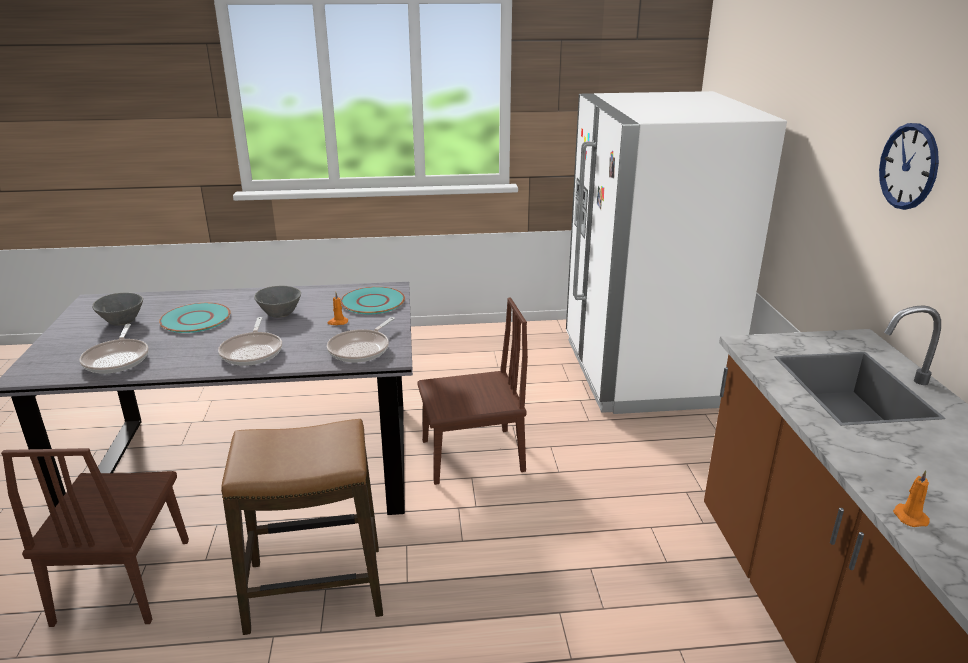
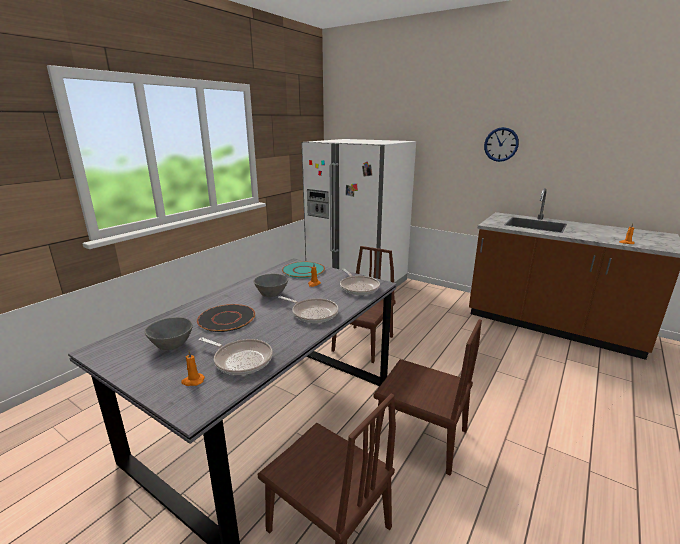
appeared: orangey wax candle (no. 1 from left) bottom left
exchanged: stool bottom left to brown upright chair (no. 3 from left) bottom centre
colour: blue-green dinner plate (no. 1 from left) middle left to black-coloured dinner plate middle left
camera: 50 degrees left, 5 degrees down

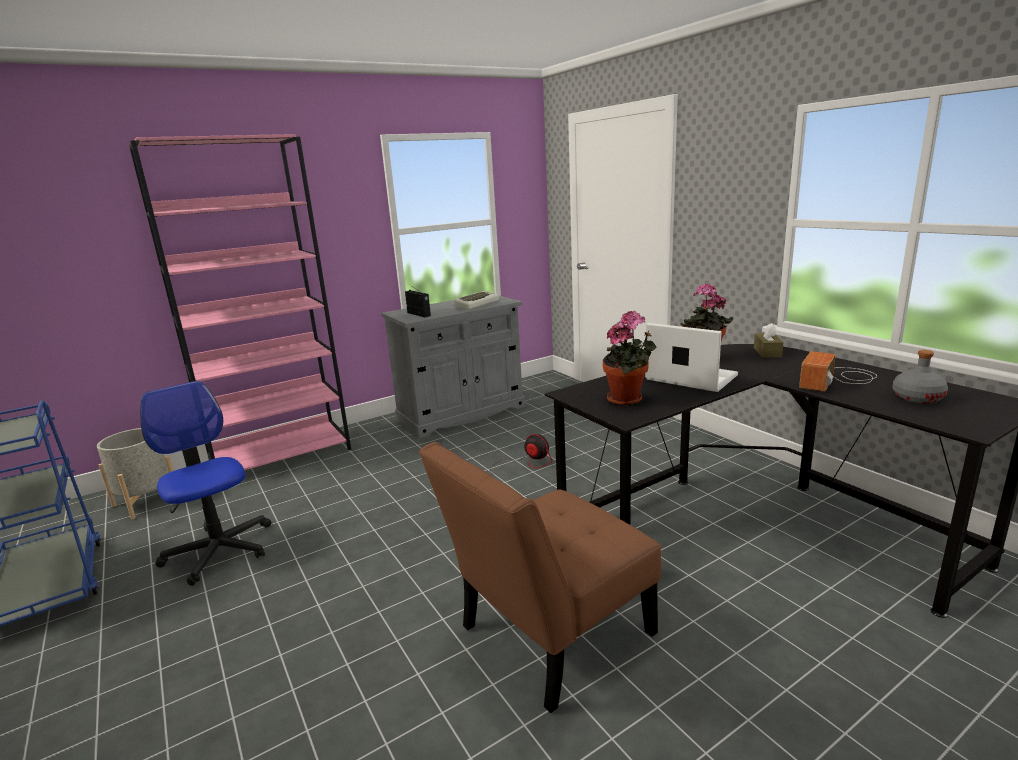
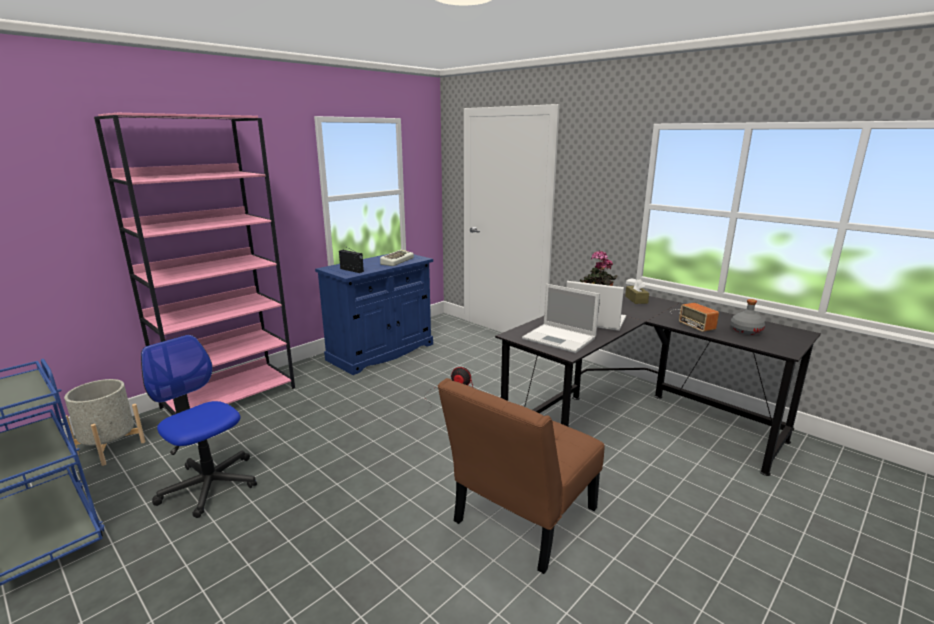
exchanged: plant in a pot (no. 1 from left) centre to notebook computer (no. 1 from left) centre
colour: grey cupboard centre to bluish cupboard centre
spun: radio receiver (no. 2 from left) middle right = middle right 45 degrees counterclockwise
camera: 15 degrees left, 0 degrees up

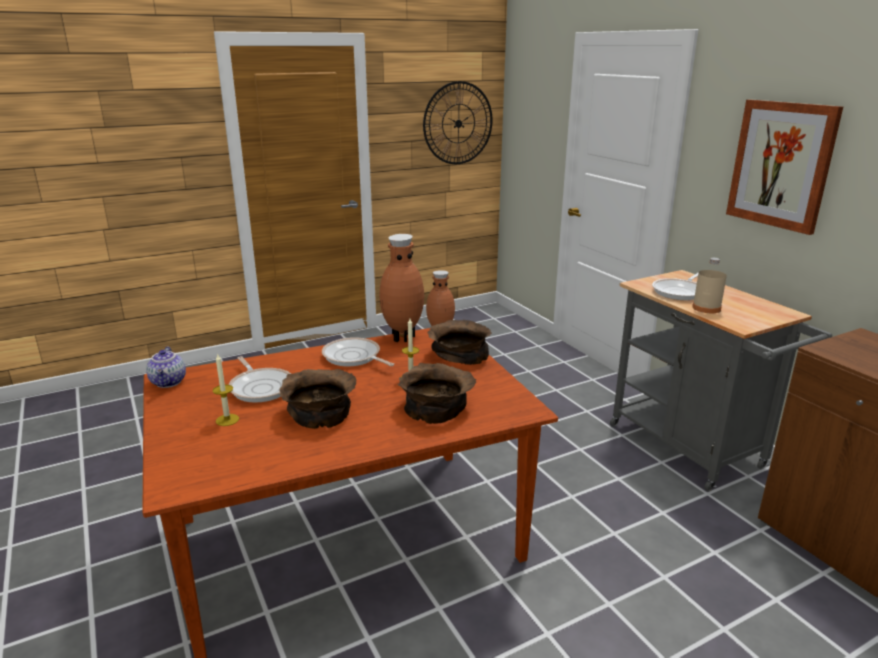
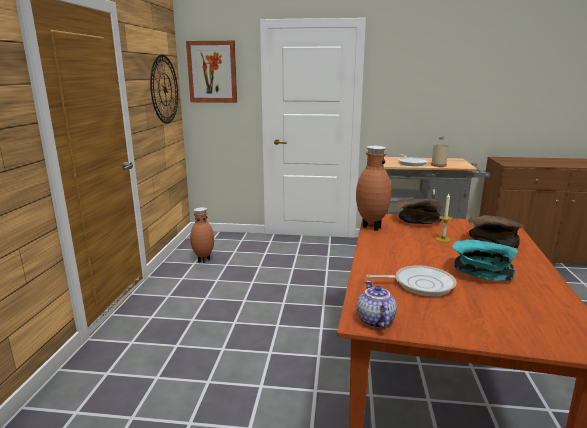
missing: frying pan (no. 2 from left) centre; wax candle (no. 1 from left) middle left
relocated: wall art top right to top centre
colour: brown serving bowl (no. 1 from left) centre to blue-green serving bowl middle right
spun: pot for tea middle left = bottom centre 120 degrees counterclockwise
camera: 55 degrees left, 5 degrees down

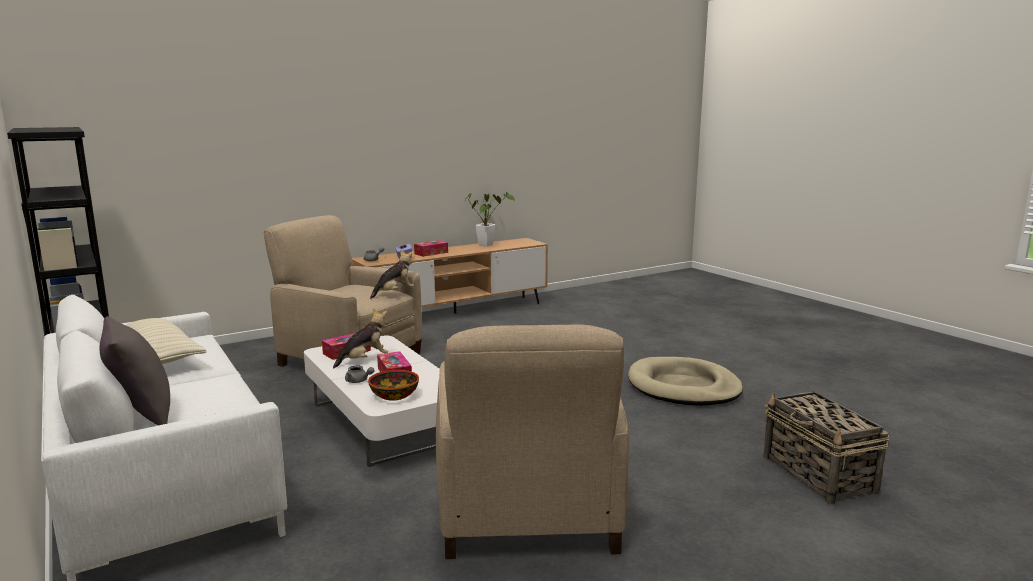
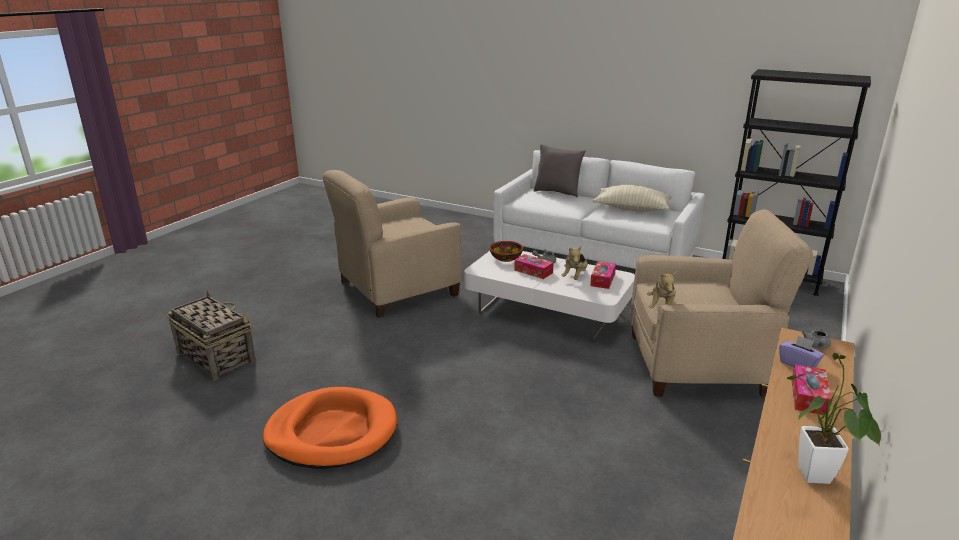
colour: beige-coloured dog cushion centre to orangey dog cushion bottom centre
spun: beige-coloured lounge chair (no. 2 from left in the first image) bottom centre = centre 90 degrees counterclockwise
camera: 150 degrees right, 10 degrees up

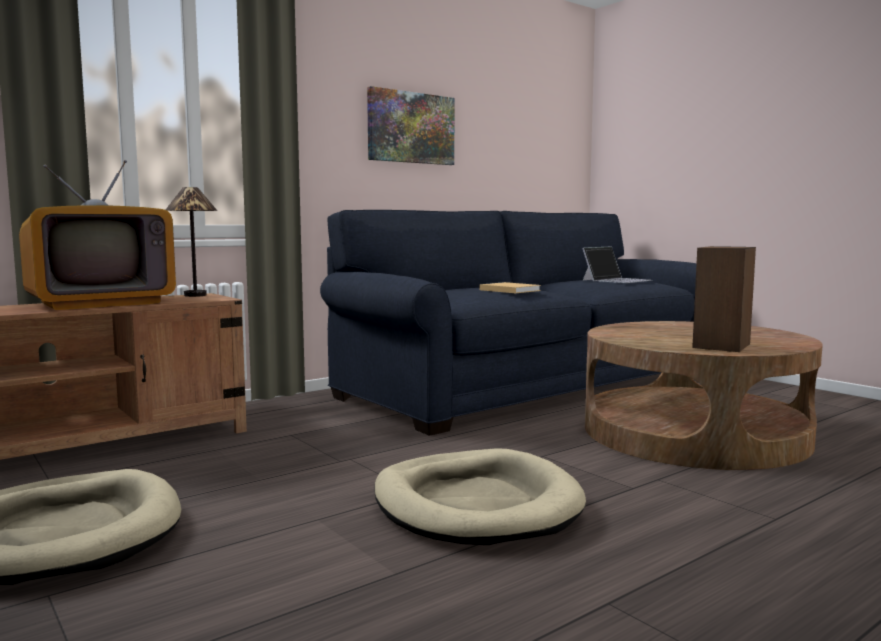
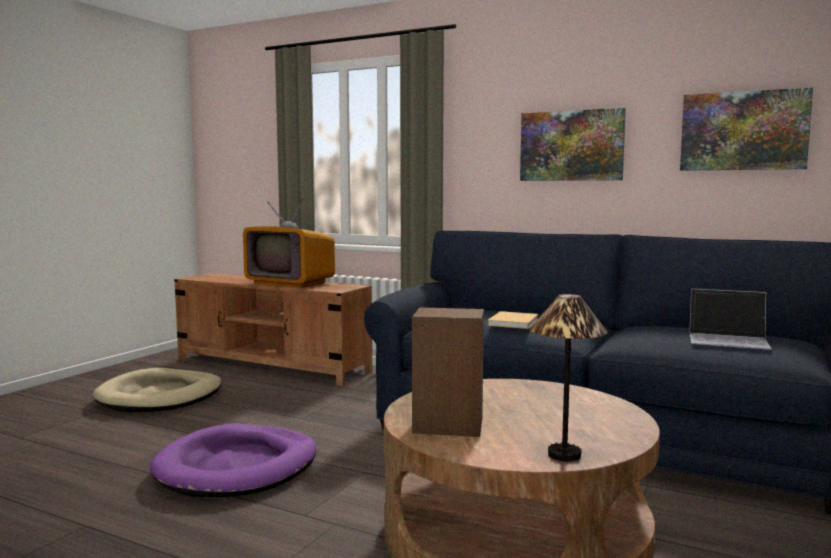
appeared: wall art (no. 2 from left) top right
relocated: lamp for a table middle left to bottom right
colour: beige-coloured dog cushion (no. 2 from left) bottom centre to purplish dog cushion bottom left
camera: 65 degrees right, 0 degrees up

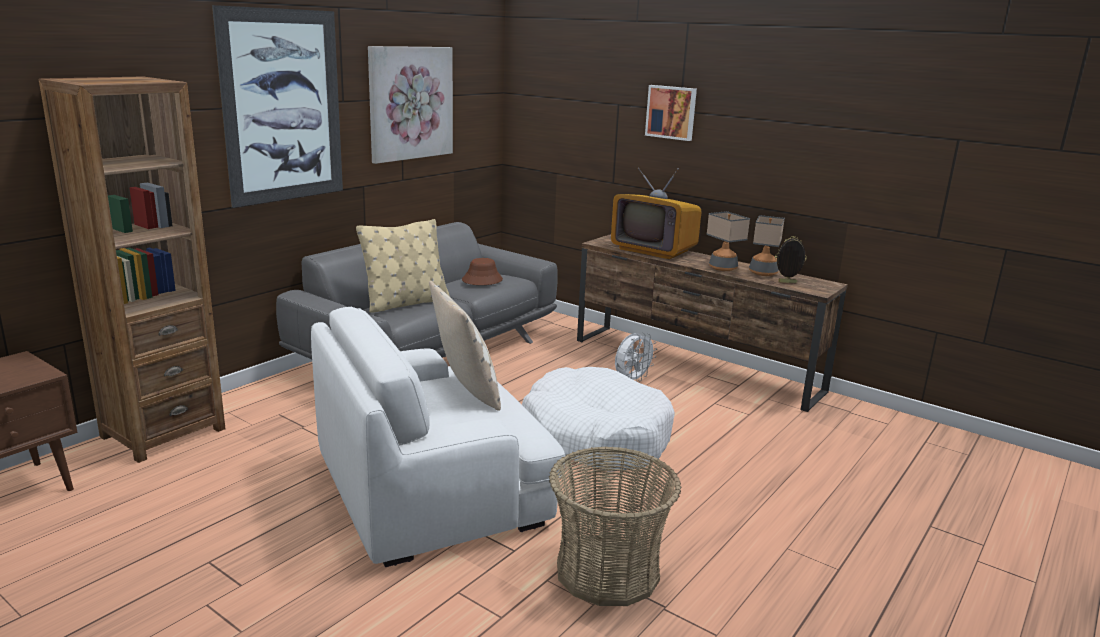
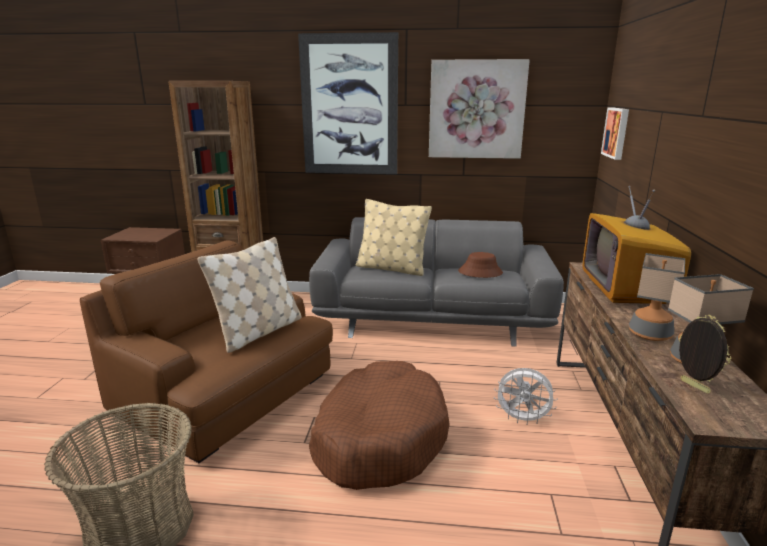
relocated: wall art (no. 3 from left) top centre to top right
colour: white lounge chair bottom centre to brown lounge chair middle left; white dog cushion centre to brown dog cushion bottom centre
camera: 60 degrees right, 0 degrees up

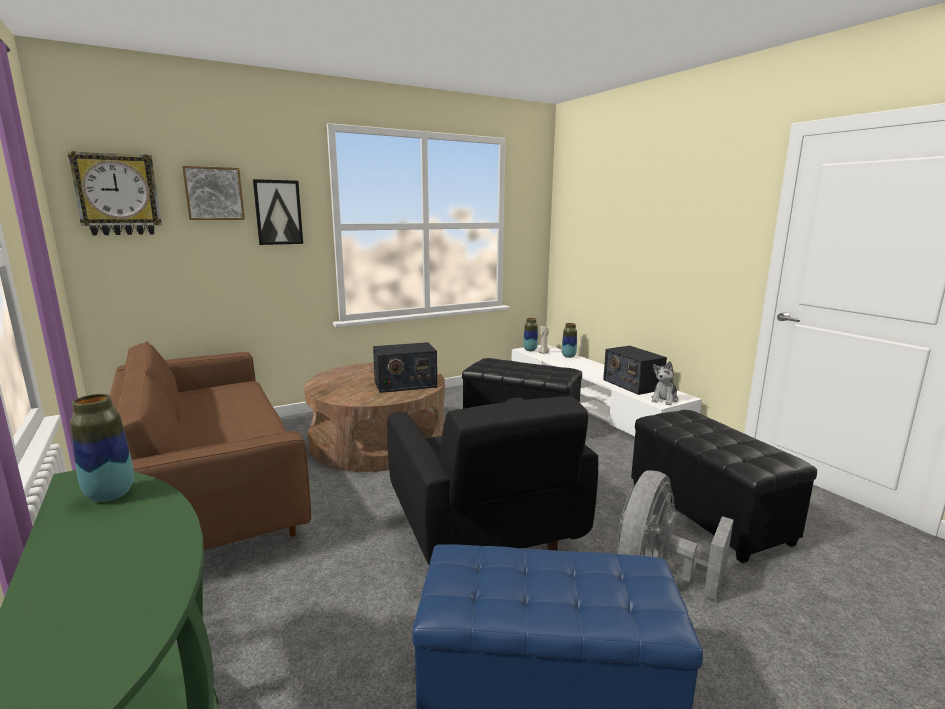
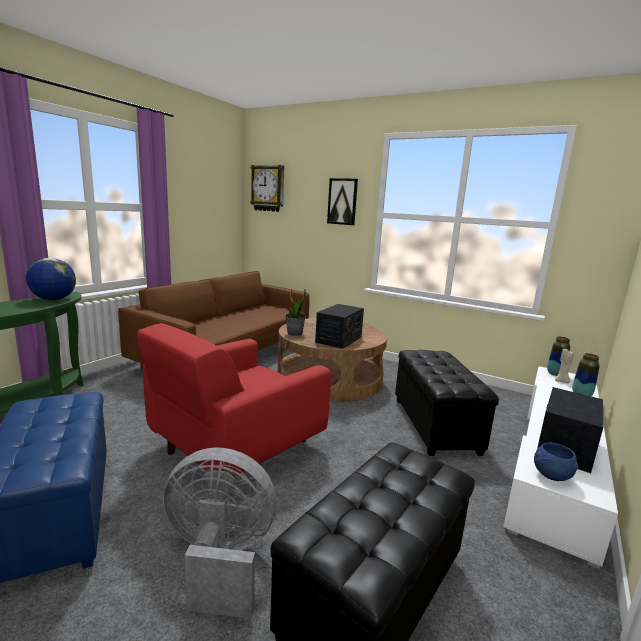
missing: wall art (no. 1 from left) top left
appeared: plant in a pot centre
exchanged: soft toy middle right to bluish serving bowl bottom right; decorative vase (no. 1 from left) middle left to globe middle left
colour: black-coloured lounge chair bottom centre to red lounge chair centre
spun: radio receiver (no. 1 from left) centre = centre 105 degrees counterclockwise
camera: 60 degrees right, 0 degrees up

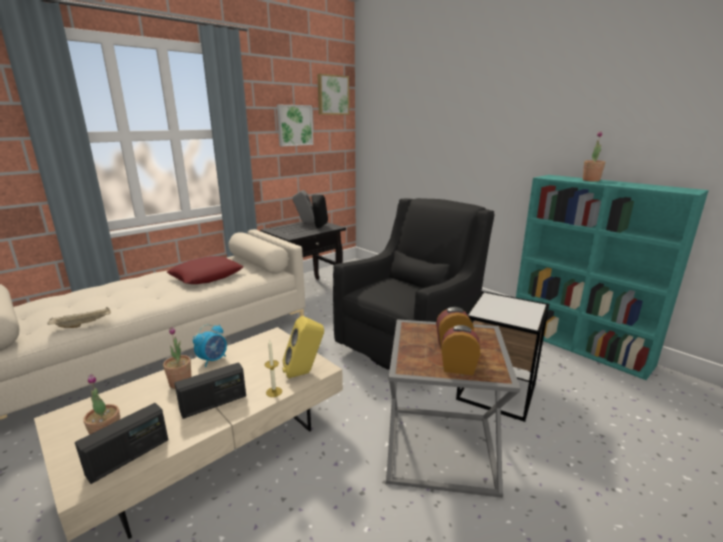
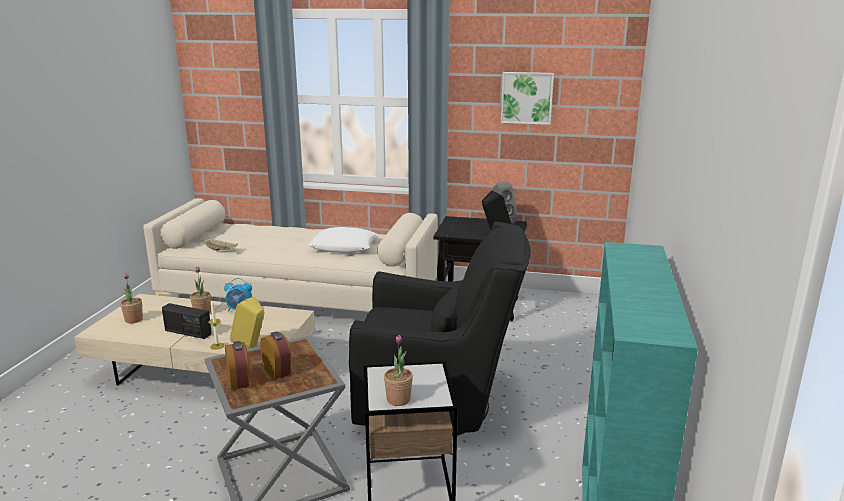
missing: wall art (no. 2 from left) top centre; radio receiver (no. 1 from left) bottom left
relocated: plant in a pot (no. 3 from left) top right to bottom centre
colour: red pillow middle left to white pillow centre
camera: 55 degrees right, 0 degrees up

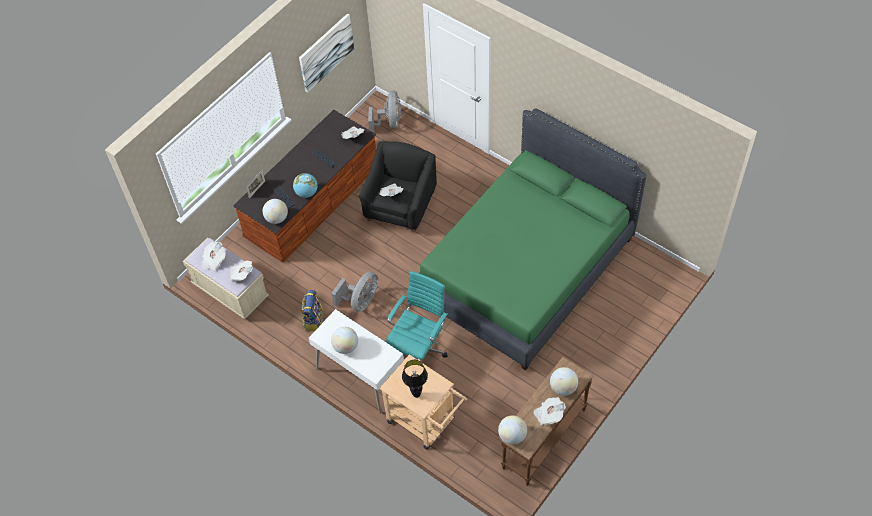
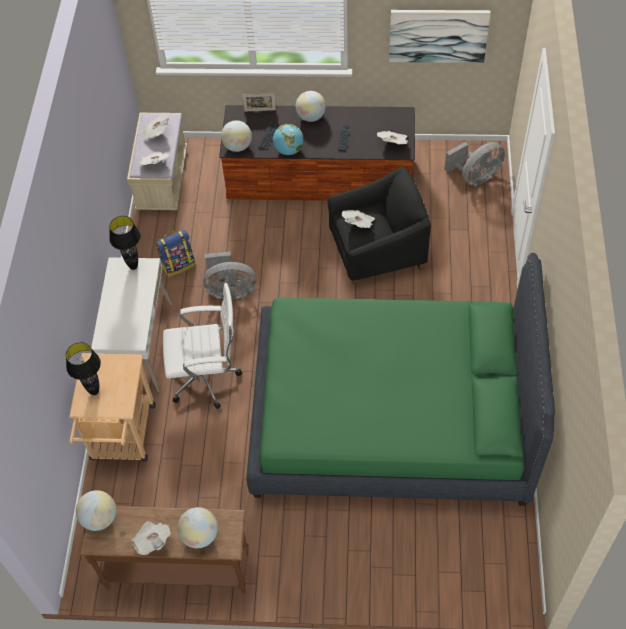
appeared: black-coloured lamp for a table (no. 2 from left) middle left
relocated: globe (no. 3 from left in the first image) centre to globe (no. 5 from left) top centre
colour: blue-green office chair centre to white office chair middle left
camera: 55 degrees right, 0 degrees up

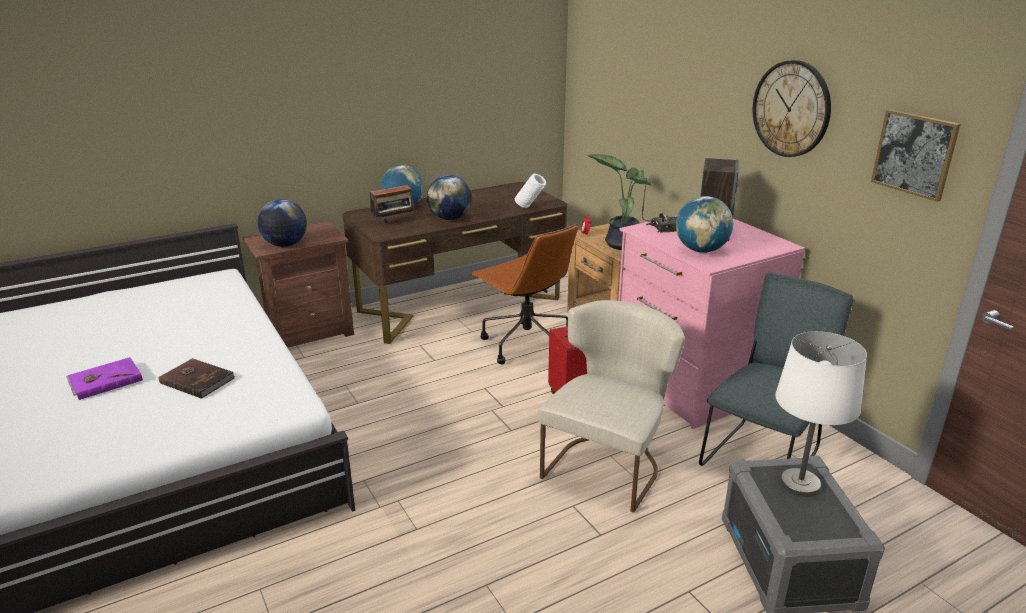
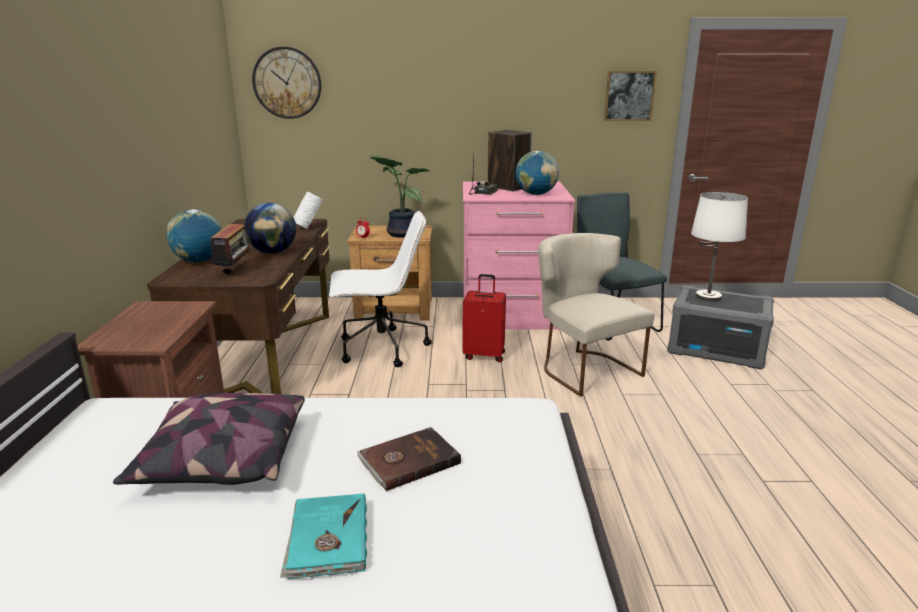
missing: globe (no. 1 from left) middle left
appeared: pillow bottom left
relocated: hanging clock top right to top left
colour: brown office chair centre to white office chair centre; purplish bound book middle left to blue-green bound book bottom centre
camera: 60 degrees left, 5 degrees down

